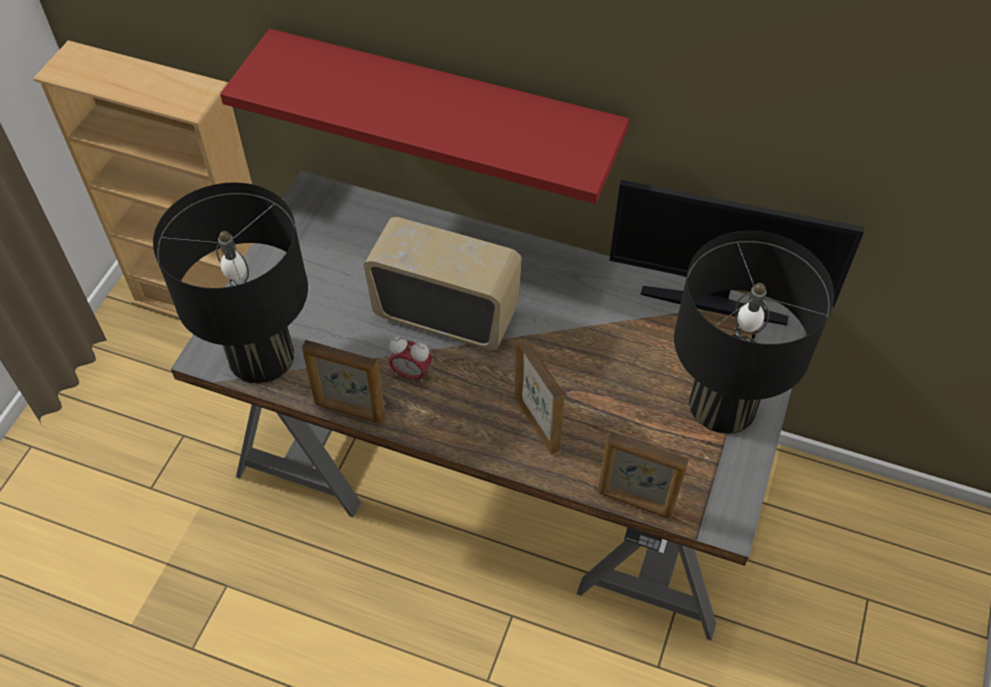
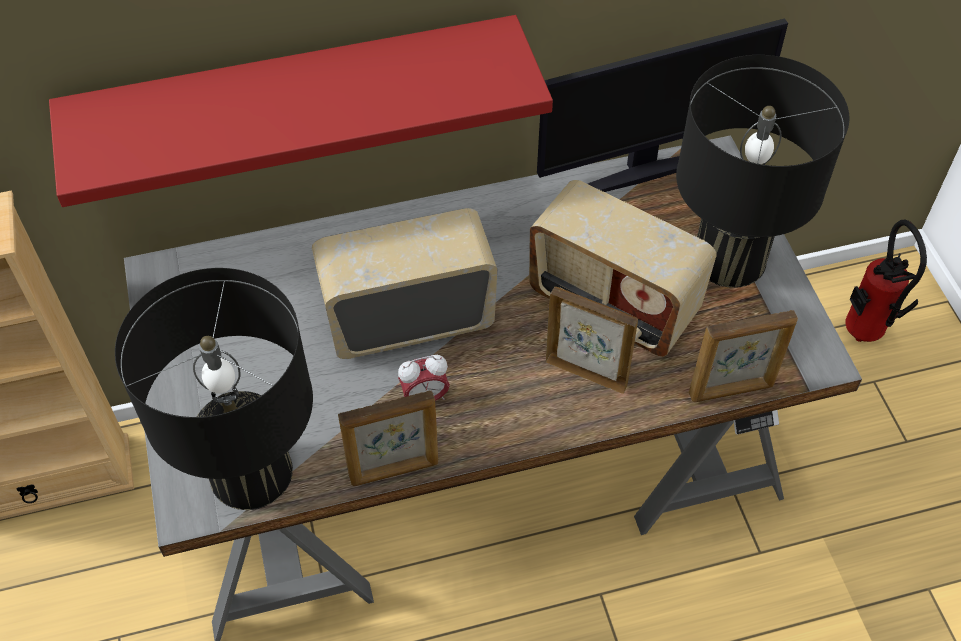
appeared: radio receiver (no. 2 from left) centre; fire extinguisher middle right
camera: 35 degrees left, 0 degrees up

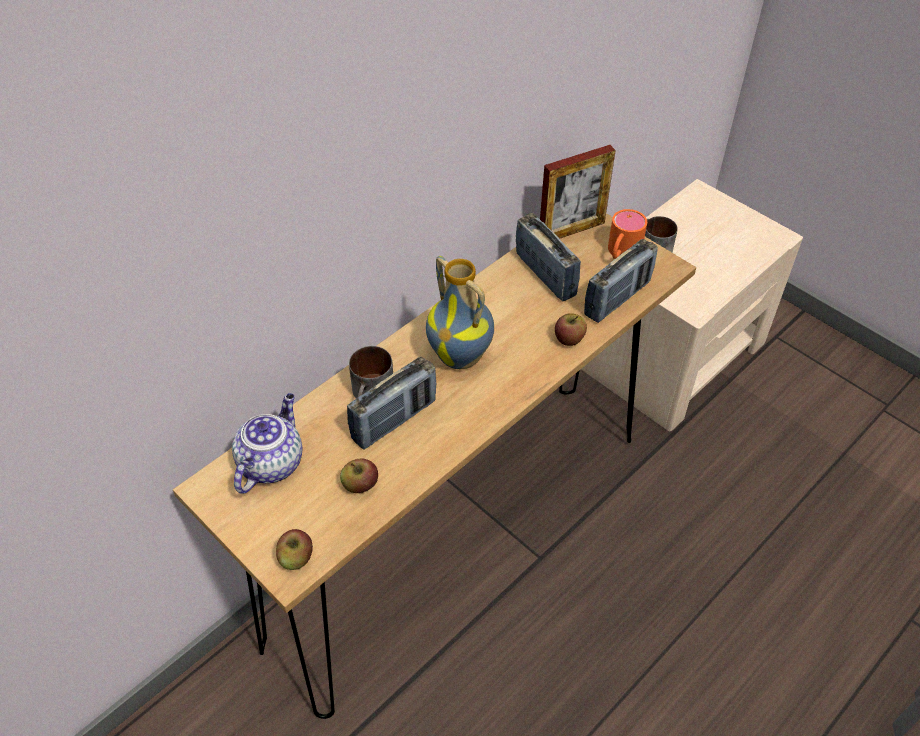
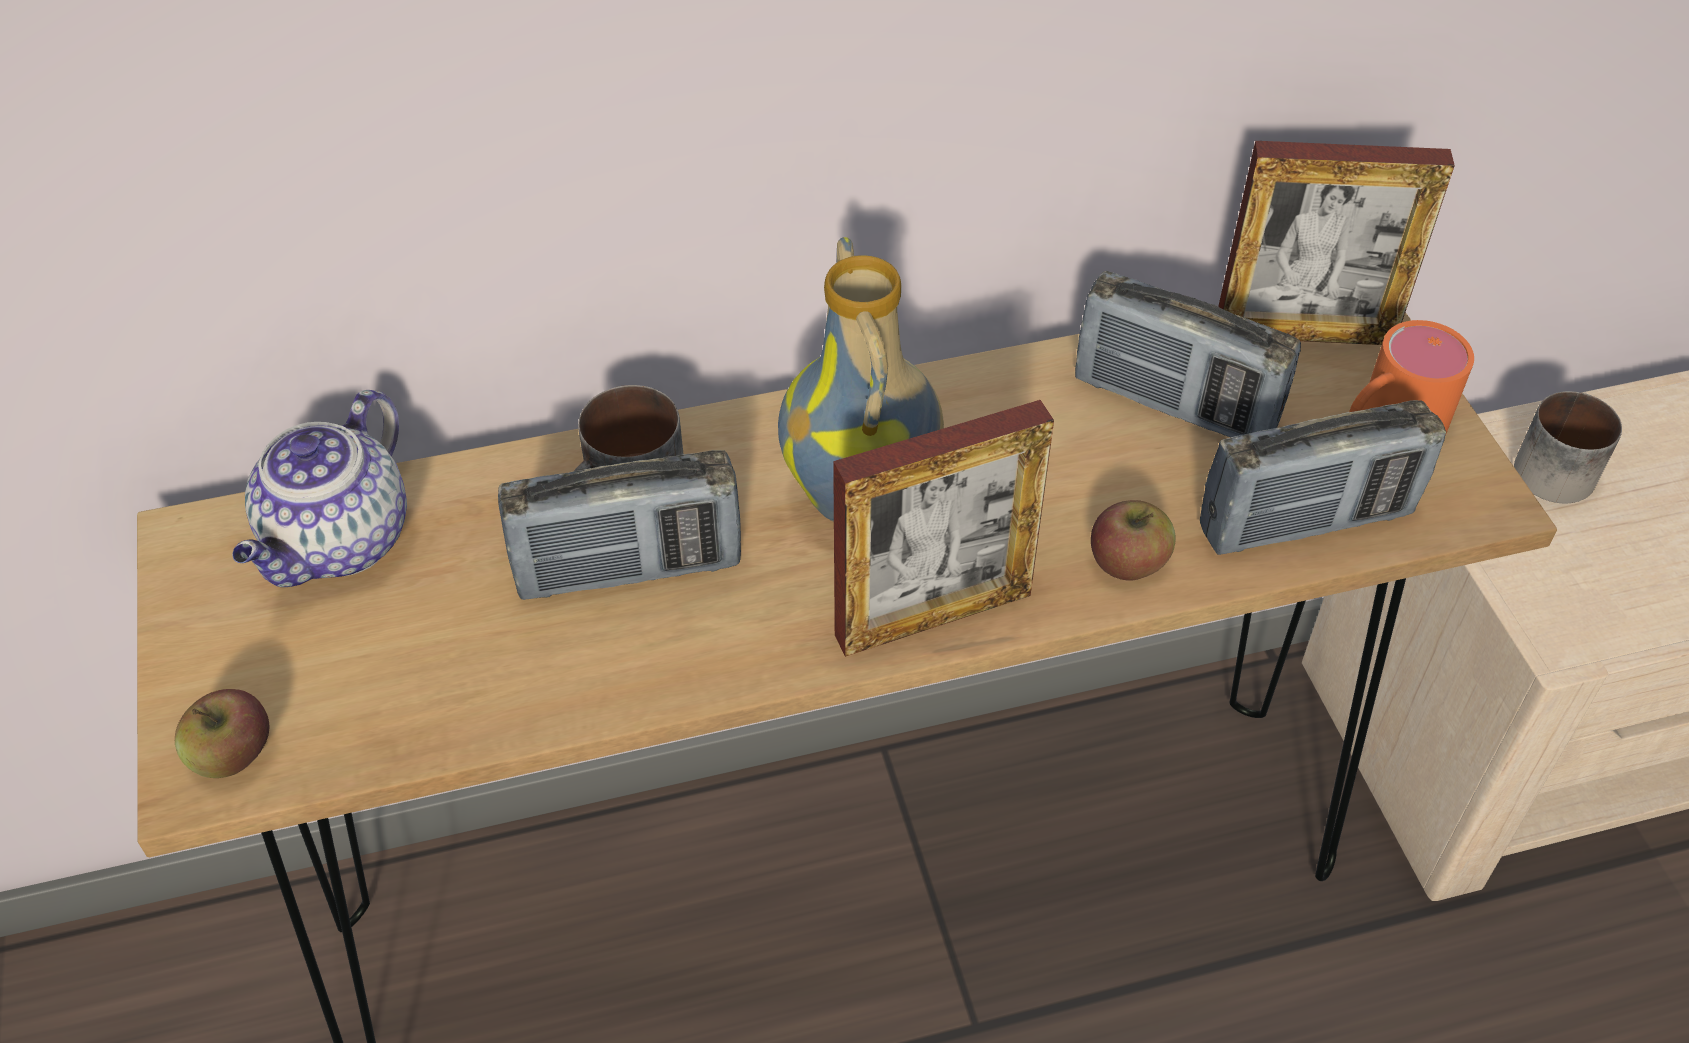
missing: apple (no. 2 from left) centre
appeared: standing frame (no. 1 from left) centre
spun: radio receiver (no. 2 from left) centre = middle right 120 degrees clockwise; pot for tea middle left = middle left 150 degrees clockwise
camera: 30 degrees right, 0 degrees up

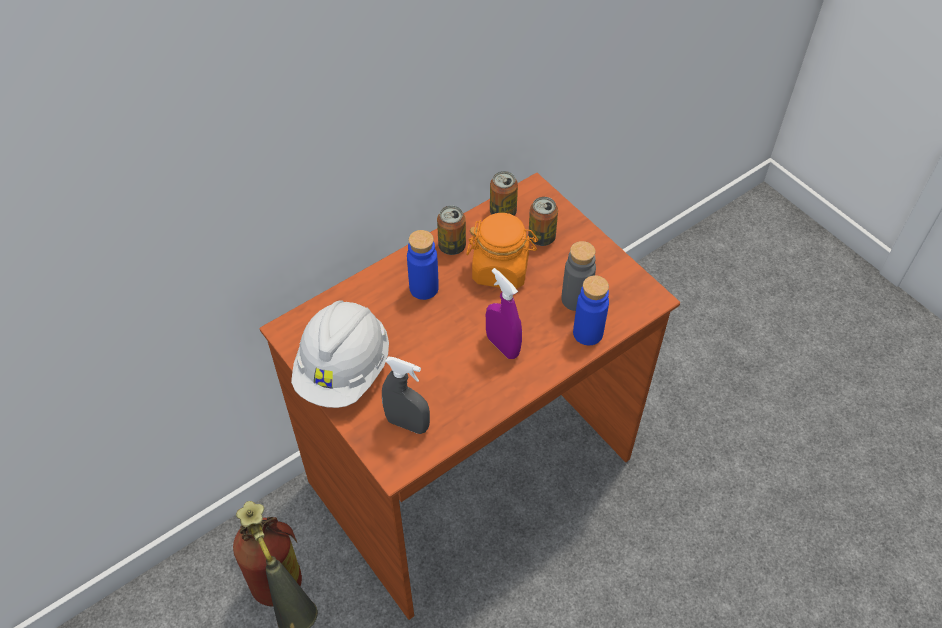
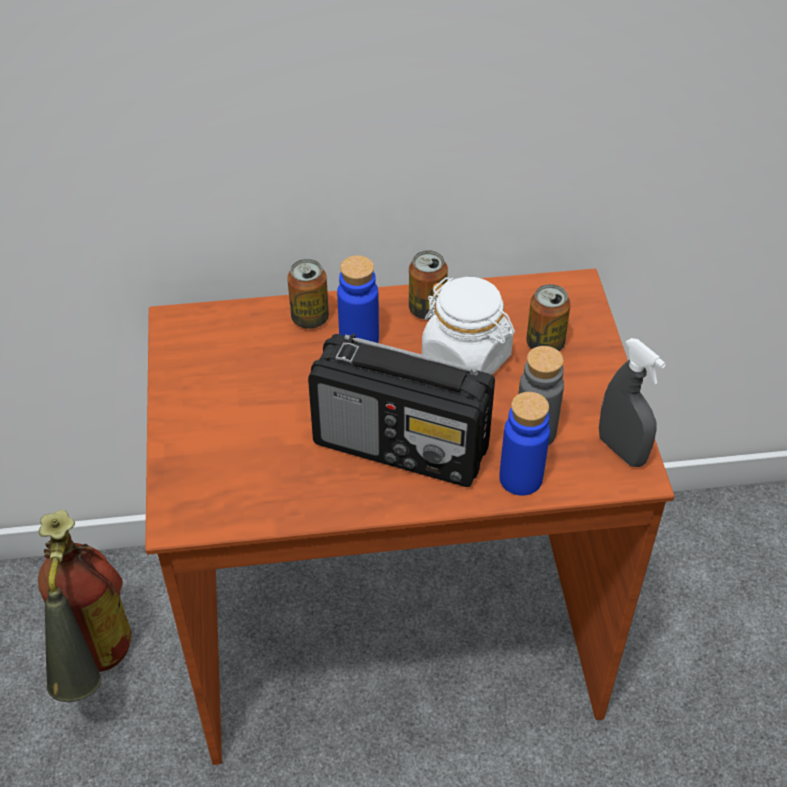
missing: white safety helmet centre
relocated: can (no. 2 from left in the first image) top centre to can (no. 1 from left) centre; grey hand sprayer centre to middle right
exchanged: purplish hand sprayer centre to radio receiver centre
colour: orangey preserve jar centre to white preserve jar centre
camera: 30 degrees right, 5 degrees down

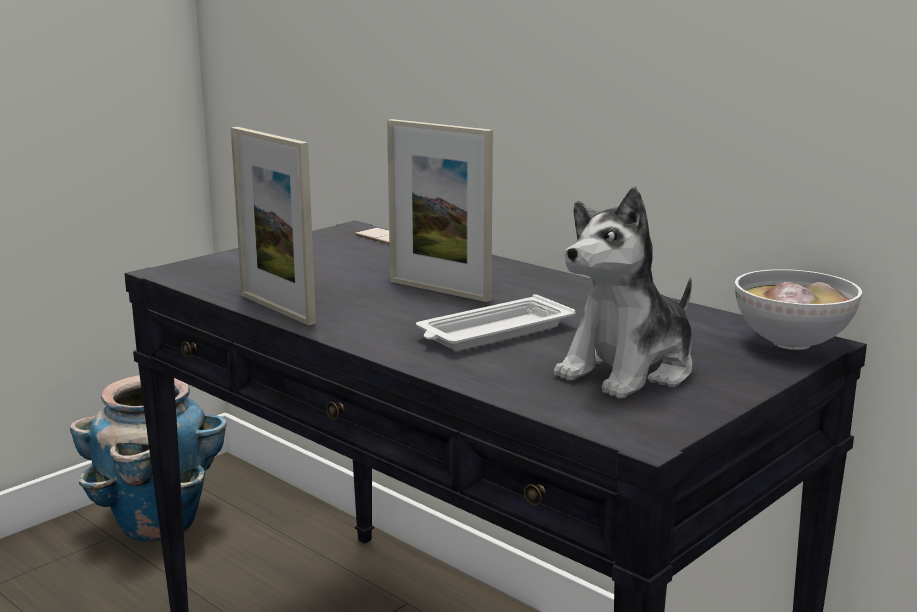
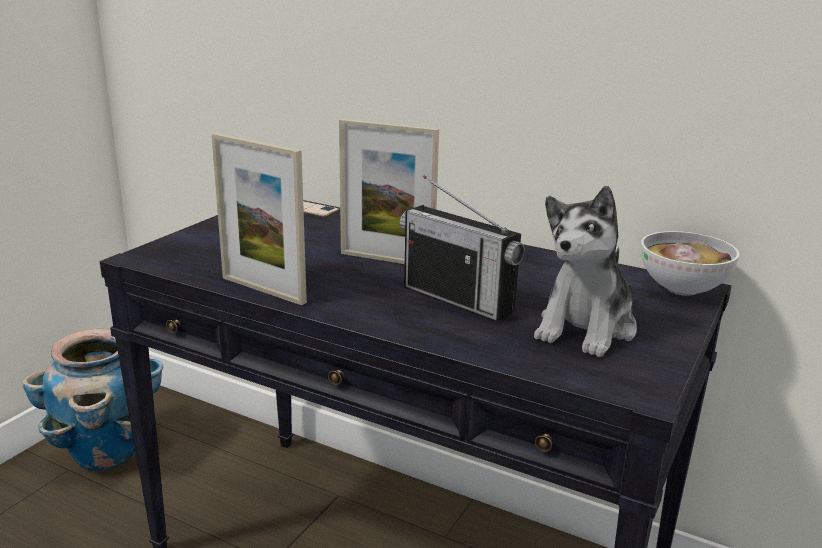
exchanged: white tray centre to radio receiver centre
camera: 15 degrees left, 5 degrees up

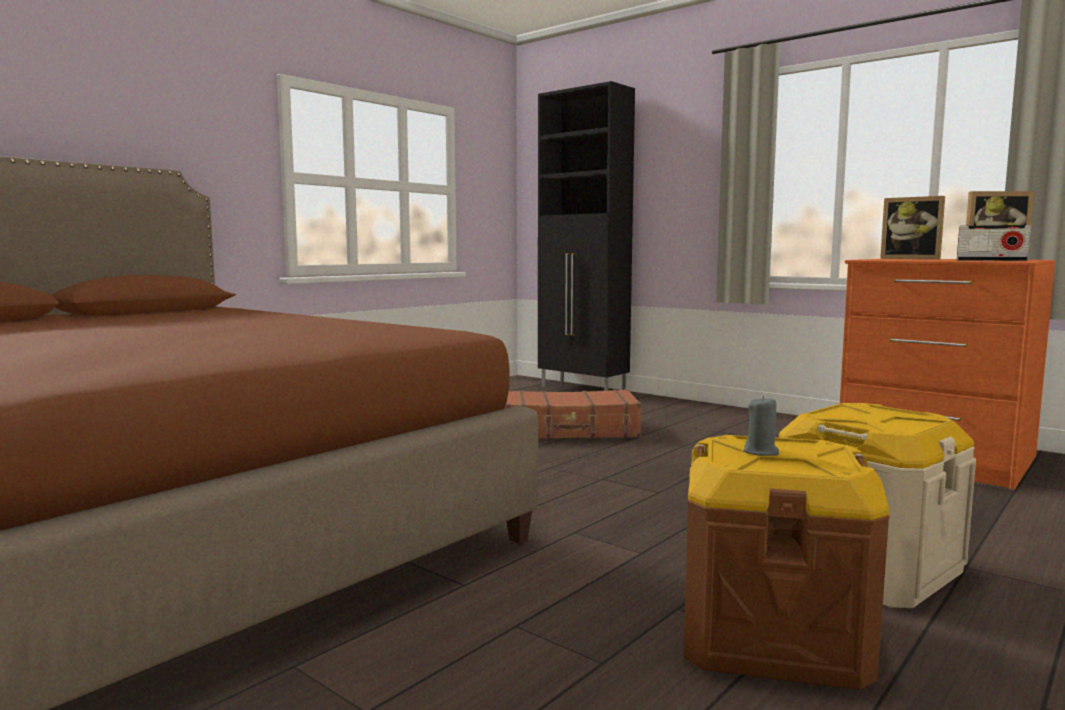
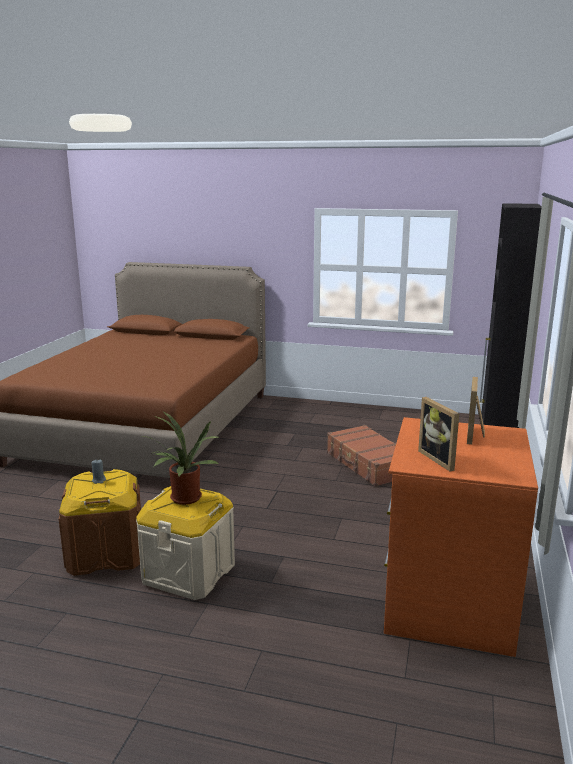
missing: radio receiver middle right
appeared: plant in a pot middle left
camera: 65 degrees right, 10 degrees up

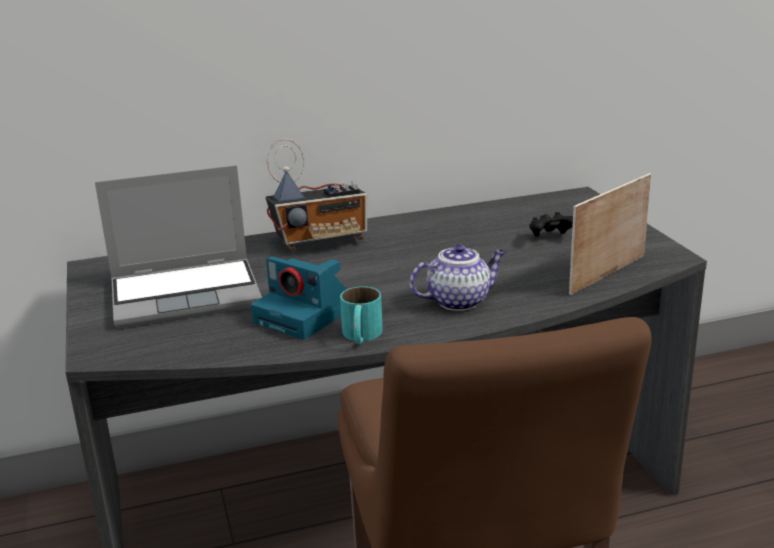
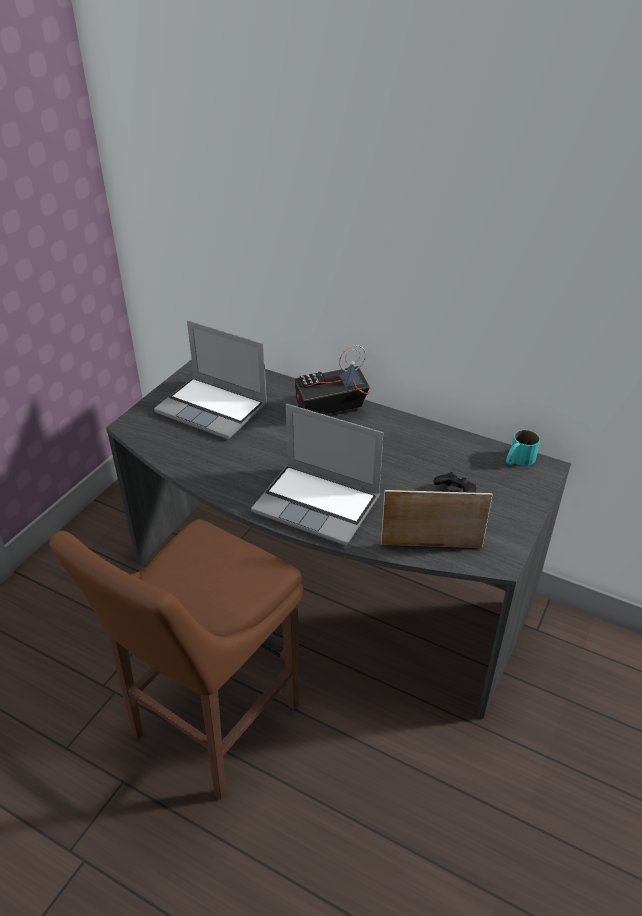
missing: photo camera centre
relocated: blue-green tea mug centre to middle right
exchanged: pot for tea centre to notebook computer (no. 2 from left) centre
spun: radio receiver centre = centre 135 degrees clockwise
camera: 45 degrees right, 15 degrees up

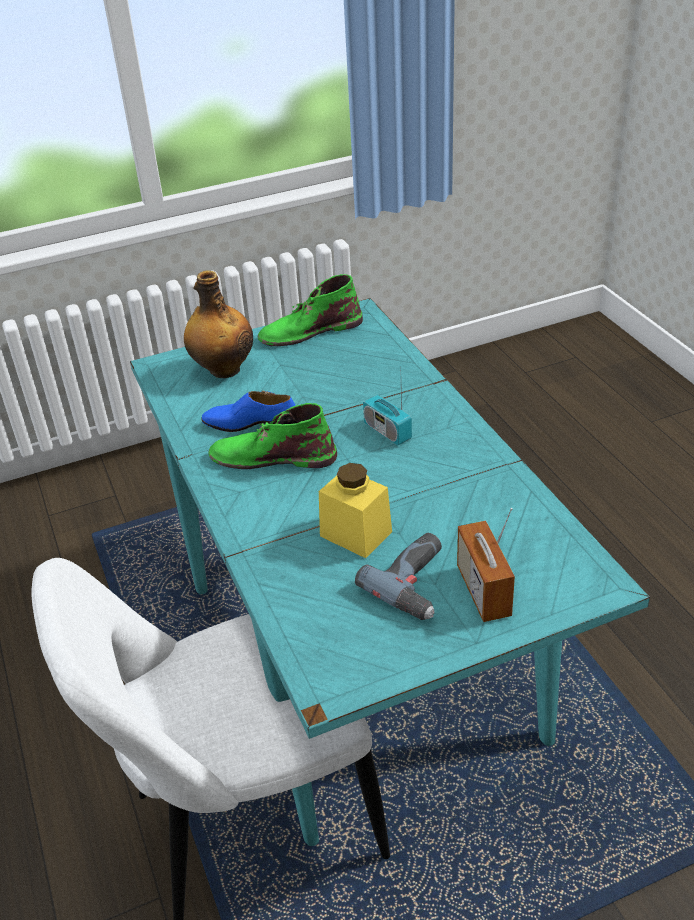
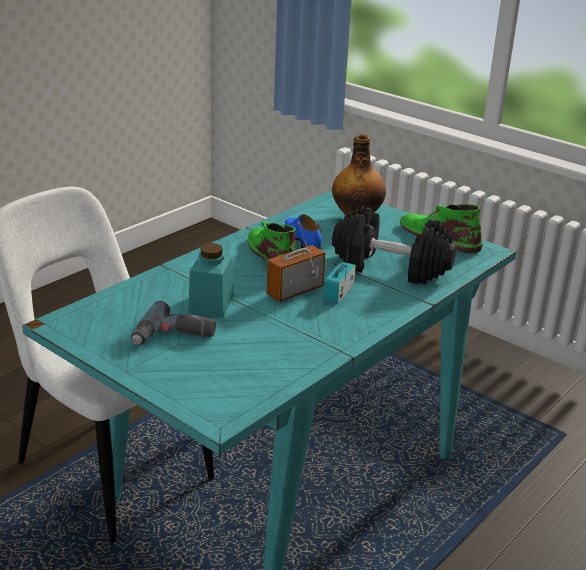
appeared: black-coloured free weight middle right
relocated: radio receiver (no. 2 from left in the first image) middle right to radio receiver (no. 1 from left) centre
colour: yellowish preserve jar centre to blue-green preserve jar centre
camera: 60 degrees right, 10 degrees down

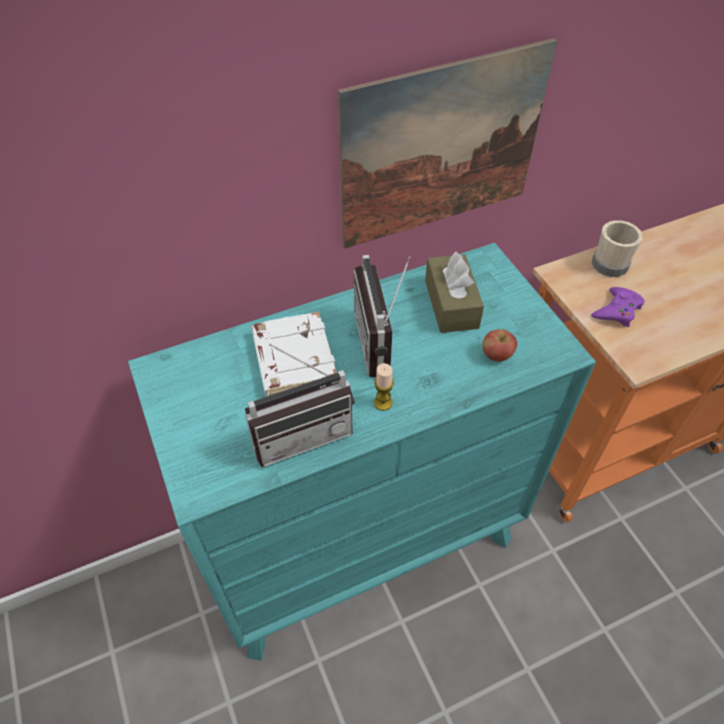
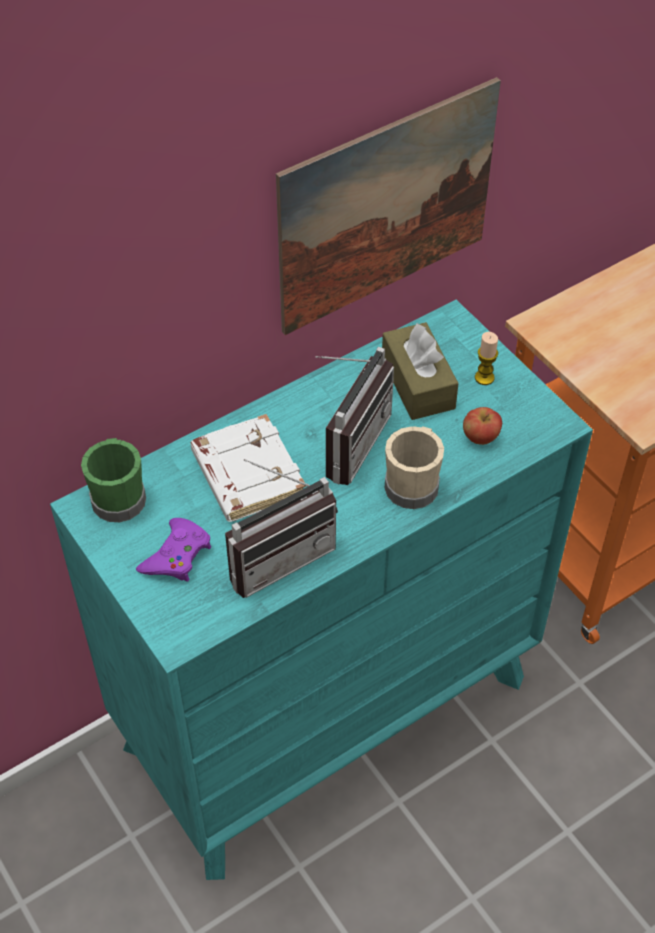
appeared: green tea mug middle left
relocated: beige-coloured tea mug middle right to centre; purplish game controller middle right to middle left; wax candle centre to middle right
spun: radio receiver (no. 2 from left) centre = centre 135 degrees counterclockwise
camera: 10 degrees left, 0 degrees up

